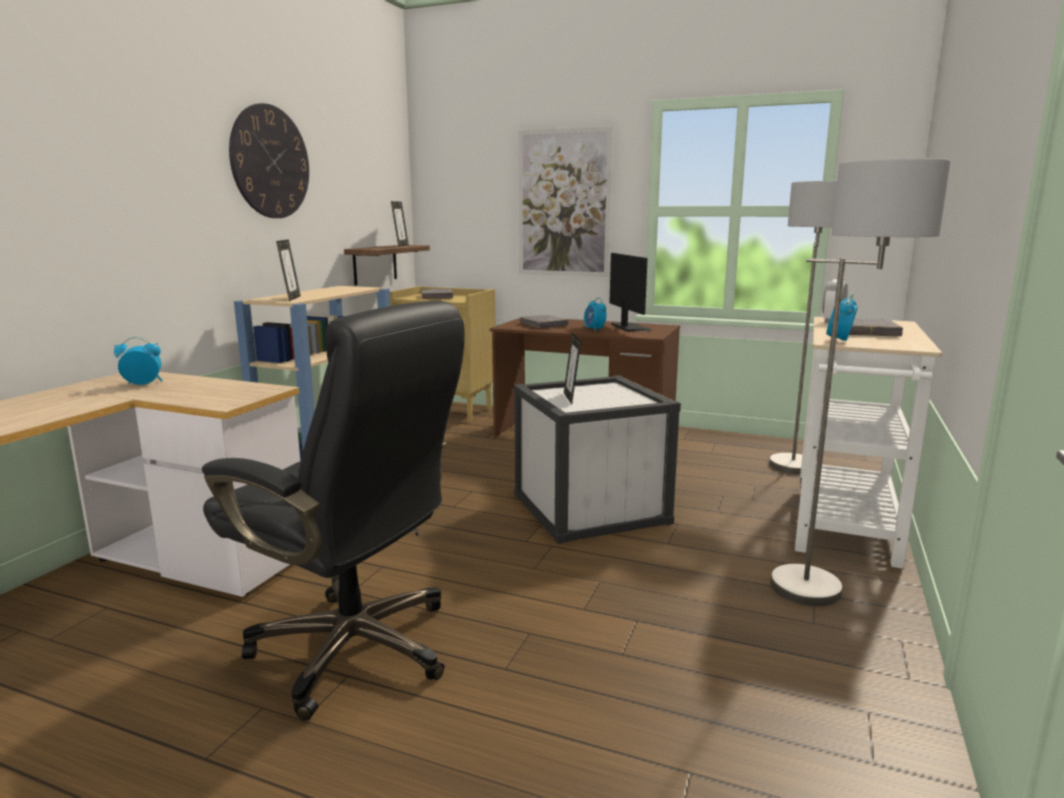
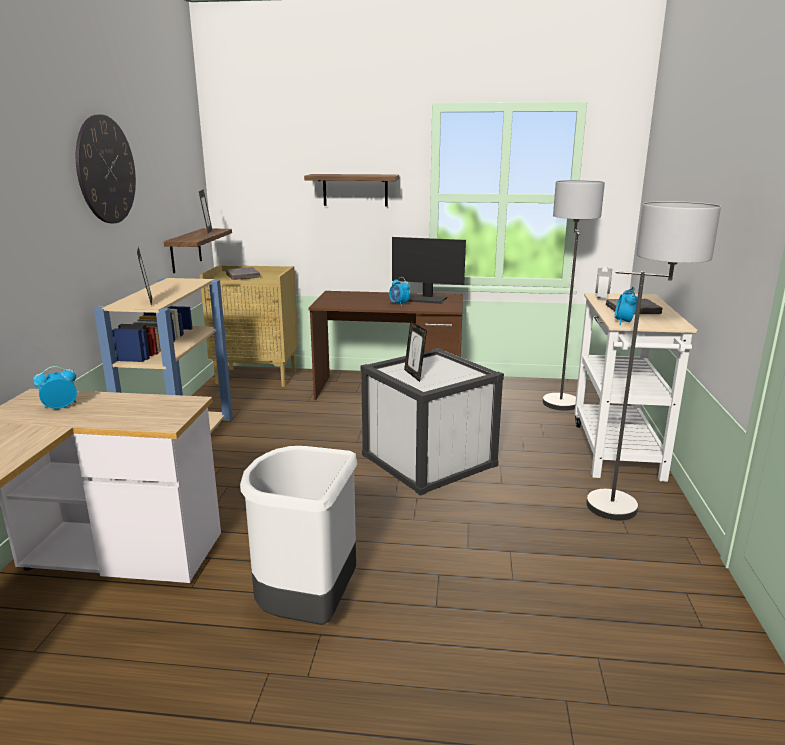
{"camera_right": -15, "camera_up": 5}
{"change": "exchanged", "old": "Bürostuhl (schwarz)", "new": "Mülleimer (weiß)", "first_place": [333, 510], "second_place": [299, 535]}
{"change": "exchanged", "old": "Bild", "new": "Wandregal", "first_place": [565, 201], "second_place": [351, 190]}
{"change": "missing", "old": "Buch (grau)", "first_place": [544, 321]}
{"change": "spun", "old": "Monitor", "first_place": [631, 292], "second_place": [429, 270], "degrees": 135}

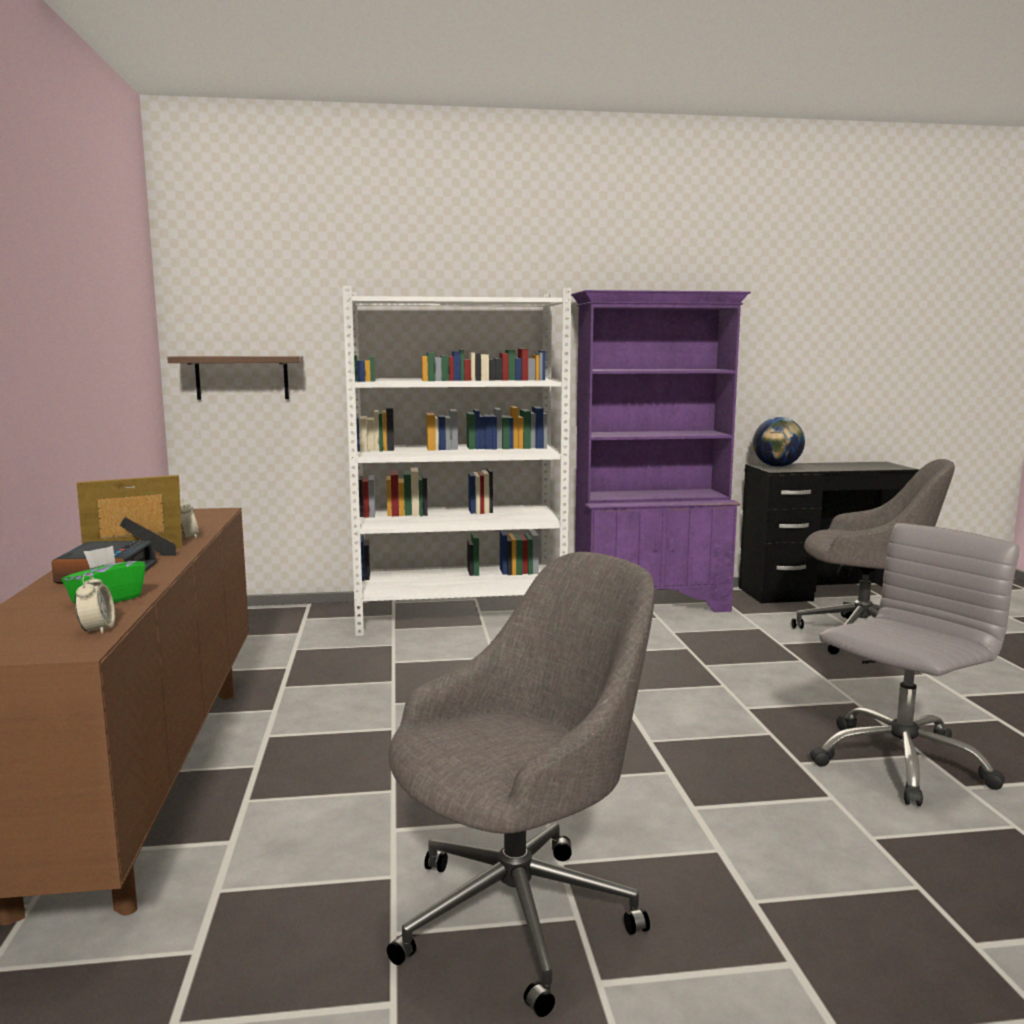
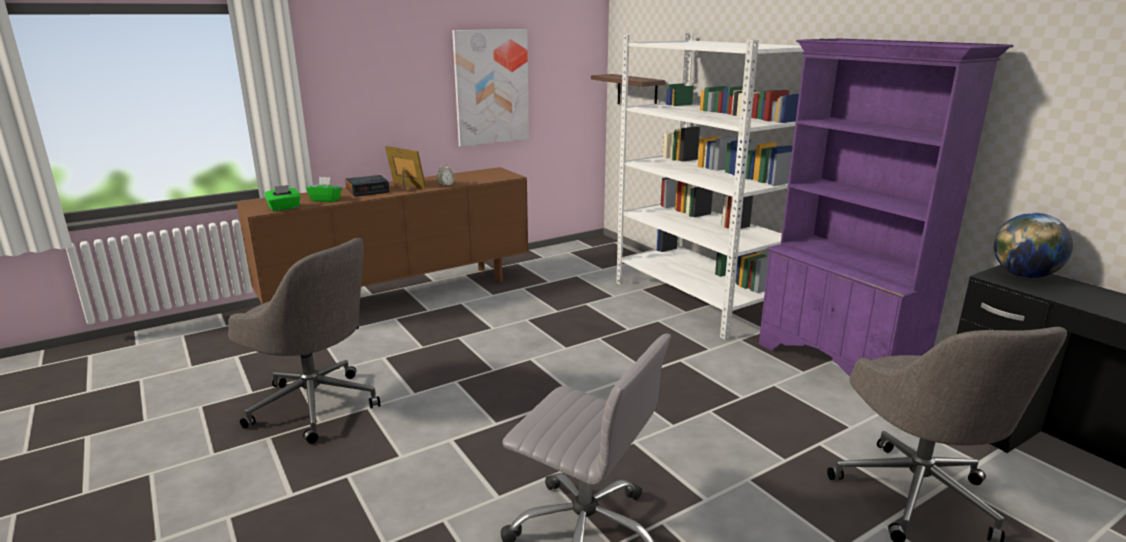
{"camera_right": 65, "camera_up": 10}
{"change": "exchanged", "old": "Wecker", "new": "Taschentuchbox (grün)", "first_place": [95, 603], "second_place": [282, 198]}
{"change": "appeared", "new": "Bild", "second_place": [490, 88]}

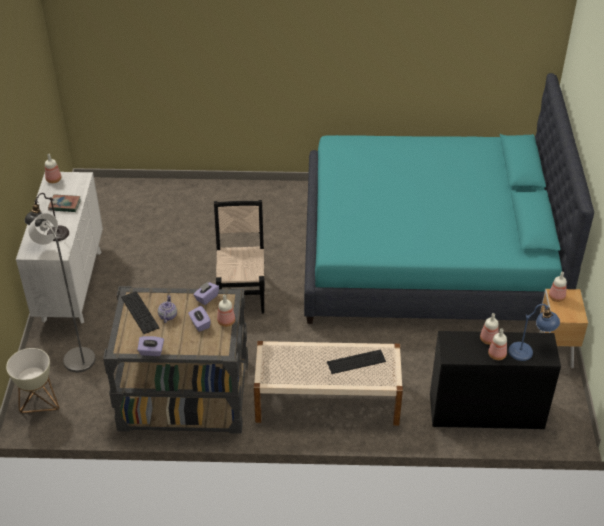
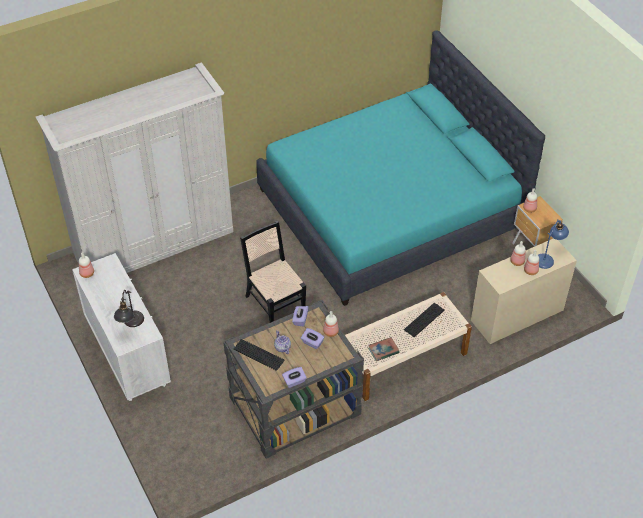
{"camera_right": -30, "camera_up": 5}
{"change": "missing", "old": "Pflanzkübel", "first_place": [32, 380]}
{"change": "missing", "old": "Stehlampe (grau)", "first_place": [61, 292]}
{"change": "relocated", "old": "Buch", "first_place": [64, 203], "second_place": [384, 349]}
{"change": "colour", "old": "Schreibtisch (schwarz)", "new": "Schreibtisch (beige)", "first_place": [495, 380], "second_place": [524, 291]}
{"change": "appeared", "new": "Kleiderschrank (weiß)", "second_place": [134, 167]}

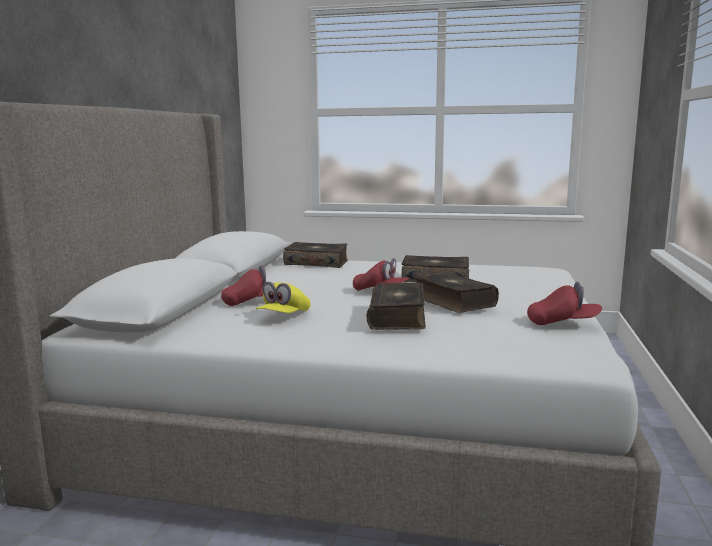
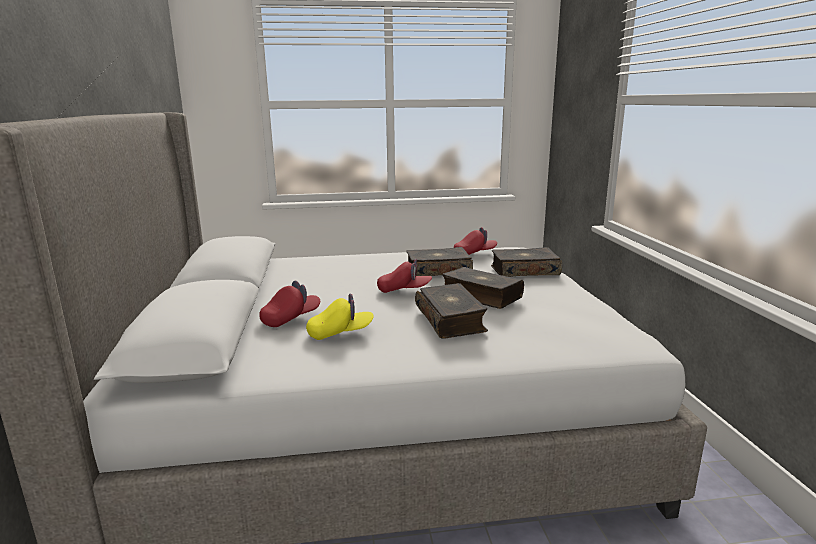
{"camera_right": -20, "camera_up": 5}
{"change": "spun", "old": "Kappe (gelb)", "first_place": [283, 297], "second_place": [339, 317], "degrees": -105}
{"change": "relocated", "old": "Buch", "first_place": [315, 255], "second_place": [526, 262]}
{"change": "relocated", "old": "Kappe (rot)", "first_place": [564, 303], "second_place": [475, 241]}

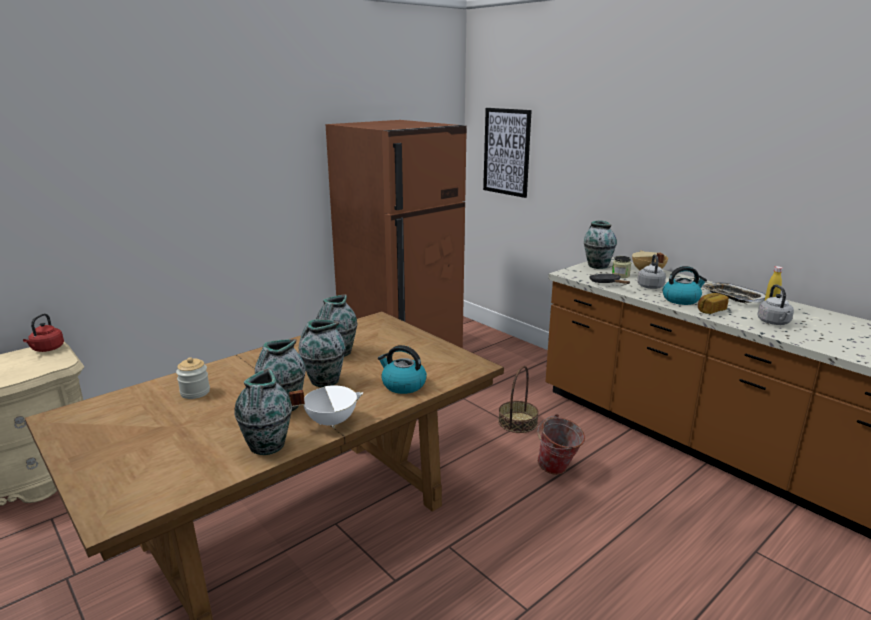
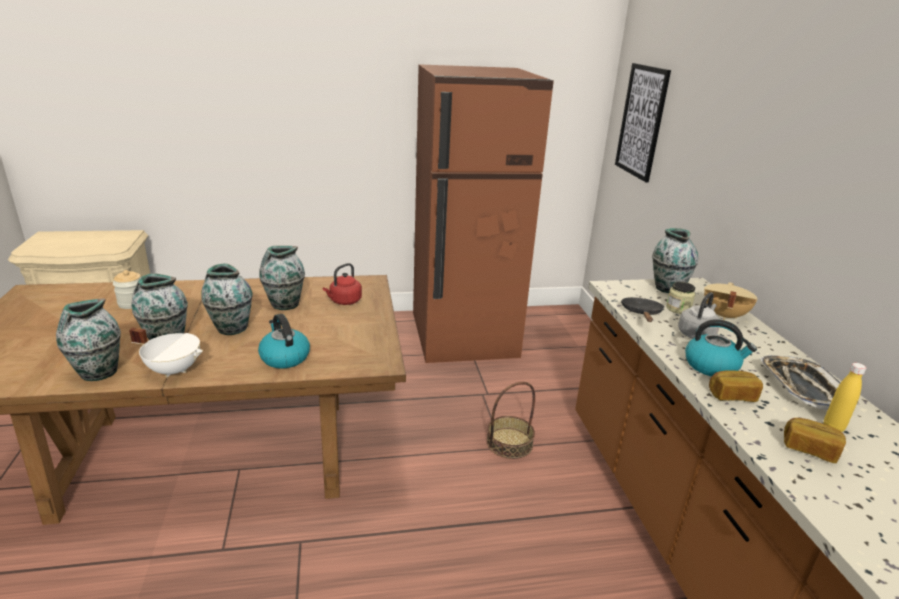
{"camera_right": 30, "camera_up": 5}
{"change": "relocated", "old": "Wasserkessel (rot)", "first_place": [43, 332], "second_place": [342, 284]}
{"change": "missing", "old": "Eimer", "first_place": [561, 444]}
{"change": "exchanged", "old": "Wasserkessel (grau)", "new": "Brot", "first_place": [776, 304], "second_place": [815, 440]}

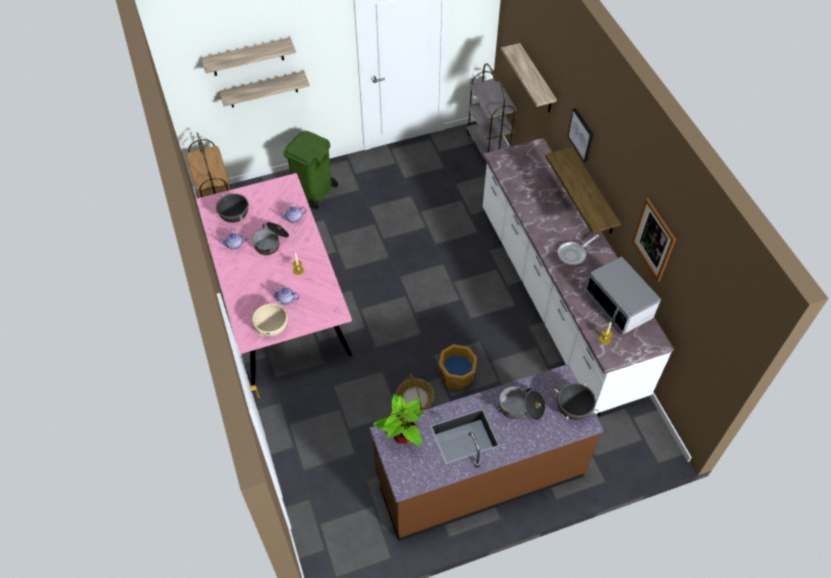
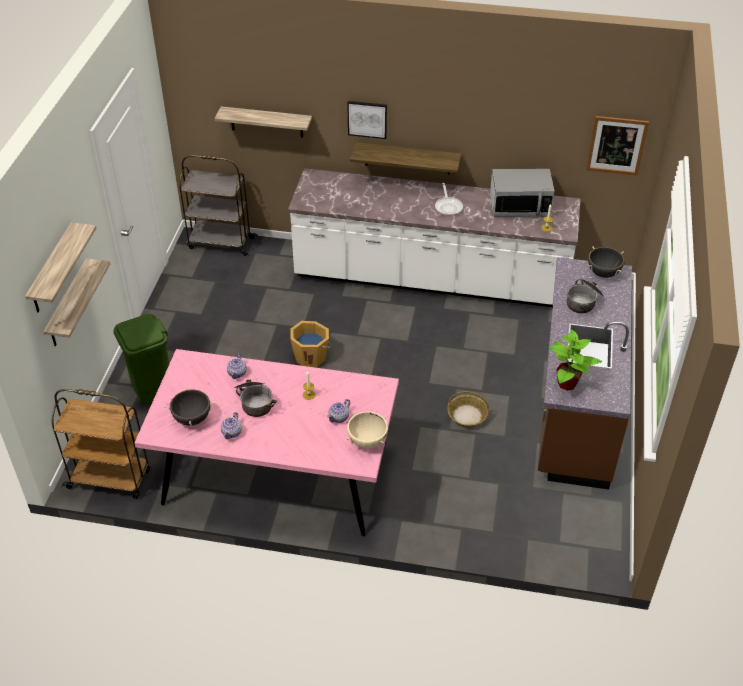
{"camera_right": -60, "camera_up": -10}
{"change": "relocated", "old": "Eimer (orange)", "first_place": [458, 367], "second_place": [311, 344]}
{"change": "relocated", "old": "Bild", "first_place": [654, 240], "second_place": [617, 146]}

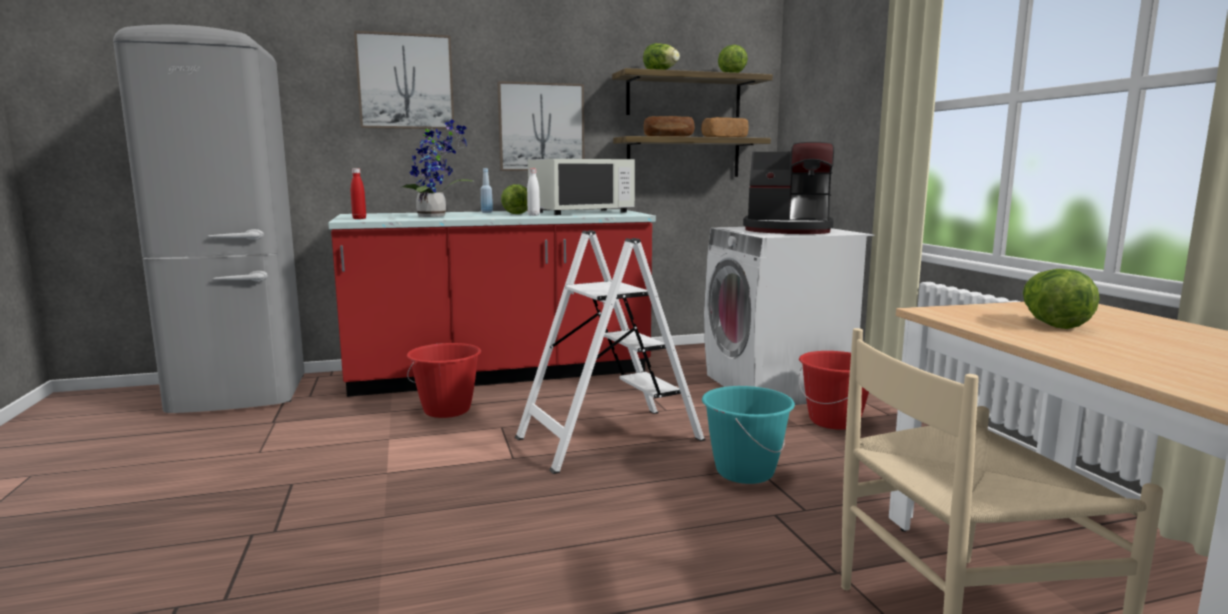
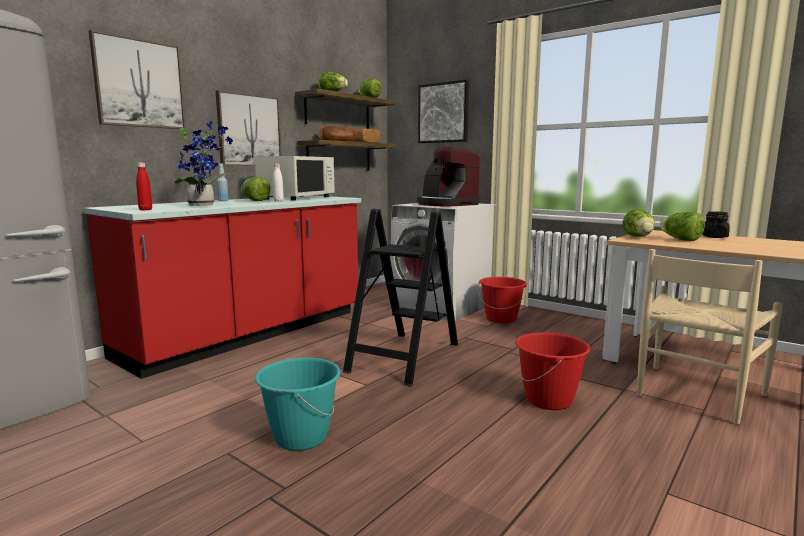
{"camera_right": -35, "camera_up": 0}
{"change": "relocated", "old": "Eimer (rot)", "first_place": [444, 380], "second_place": [553, 371]}
{"change": "colour", "old": "Trittleiter (weiß)", "new": "Trittleiter (schwarz)", "first_place": [610, 352], "second_place": [400, 298]}
{"change": "relocated", "old": "Eimer (türkis)", "first_place": [748, 435], "second_place": [298, 404]}
{"change": "spun", "old": "Kaffeemaschine", "first_place": [788, 188], "second_place": [448, 176], "degrees": 75}
{"change": "appeared", "new": "Bild", "second_place": [443, 111]}
{"change": "appeared", "new": "Salatkopf", "second_place": [639, 223]}
{"change": "appeared", "new": "Vorratsglas (schwarz)", "second_place": [716, 224]}

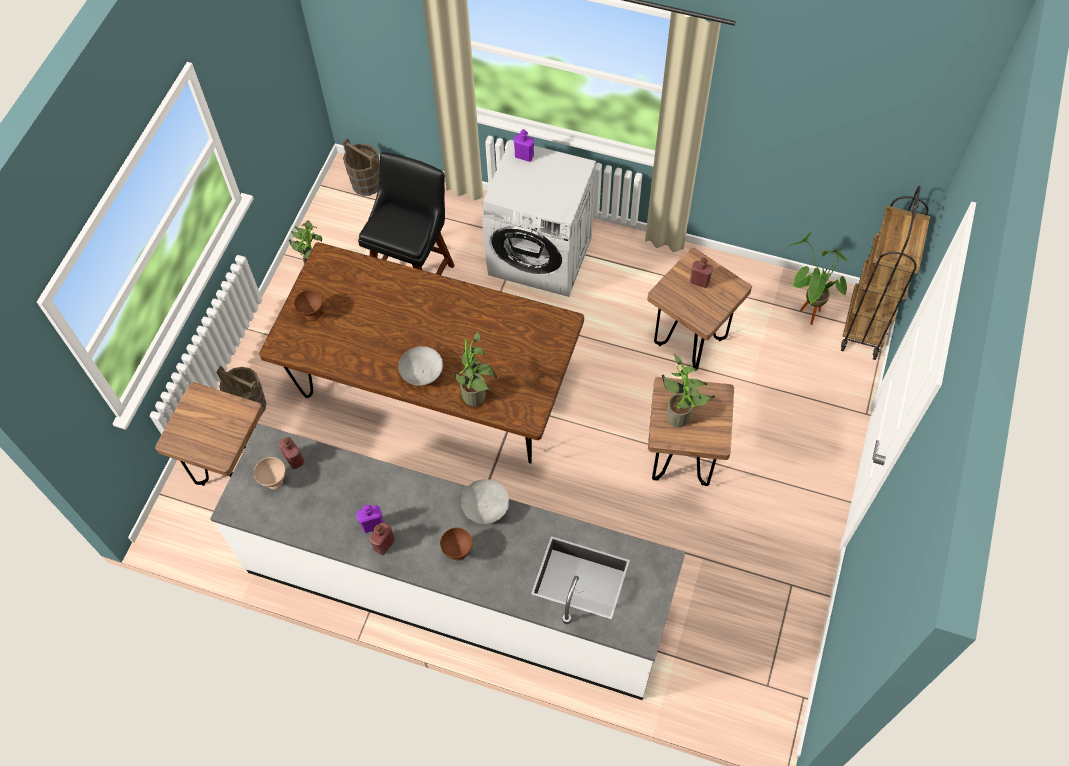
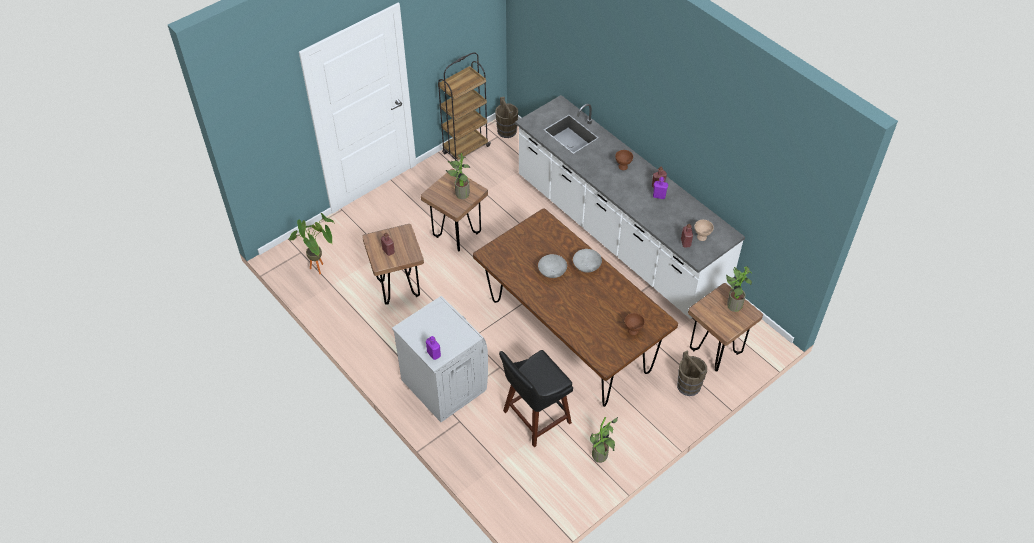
{"camera_right": -150, "camera_up": -10}
{"change": "relocated", "old": "Eimer (braun)", "first_place": [361, 167], "second_place": [506, 117]}
{"change": "relocated", "old": "Topfpflanze", "first_place": [476, 368], "second_place": [739, 289]}
{"change": "relocated", "old": "Schüssel (grau)", "first_place": [485, 501], "second_place": [552, 266]}
{"change": "relocated", "old": "Rollwagen (braun)", "first_place": [885, 273], "second_place": [465, 107]}

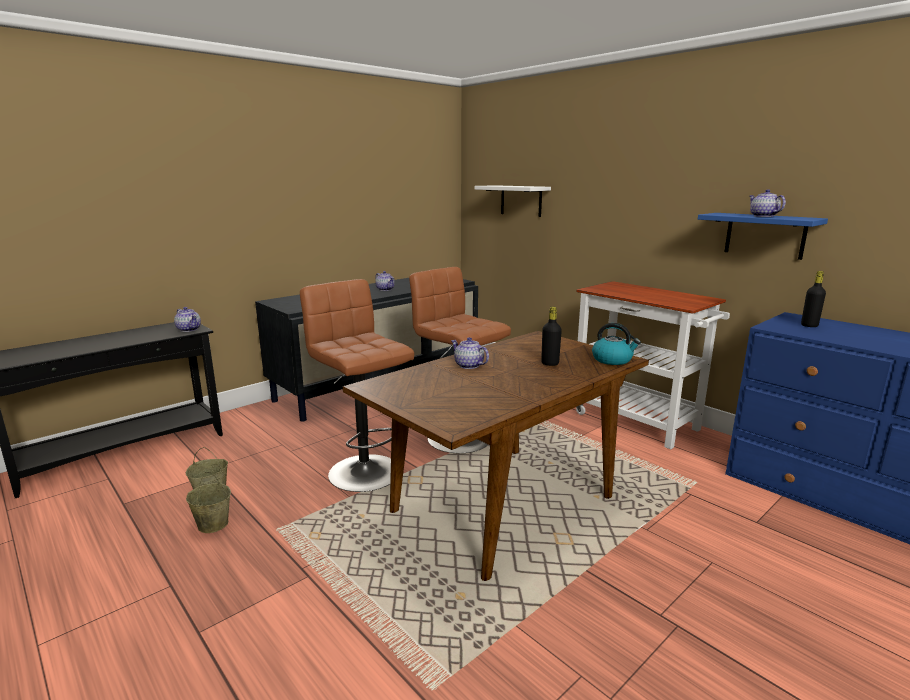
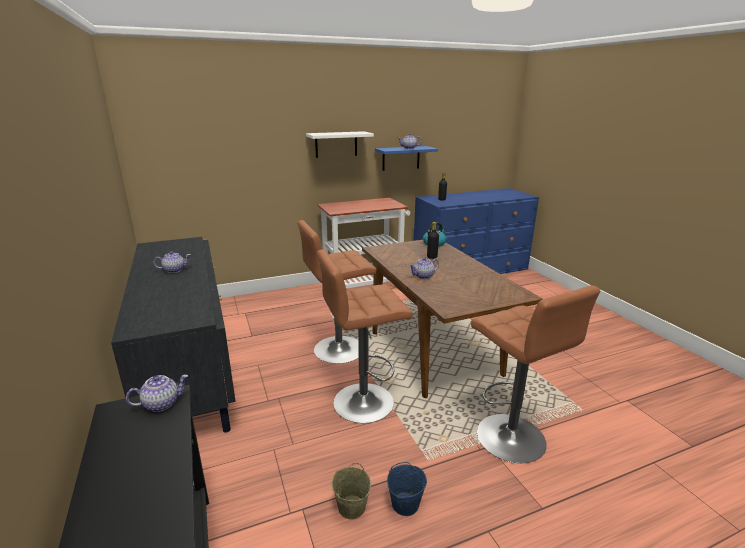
{"camera_right": -70, "camera_up": 5}
{"change": "colour", "old": "Eimer (beige)", "new": "Eimer (blau)", "first_place": [208, 502], "second_place": [407, 489]}
{"change": "relocated", "old": "Wandregal (weiß)", "first_place": [512, 201], "second_place": [340, 144]}
{"change": "appeared", "new": "Hocker (braun)", "second_place": [535, 374]}

